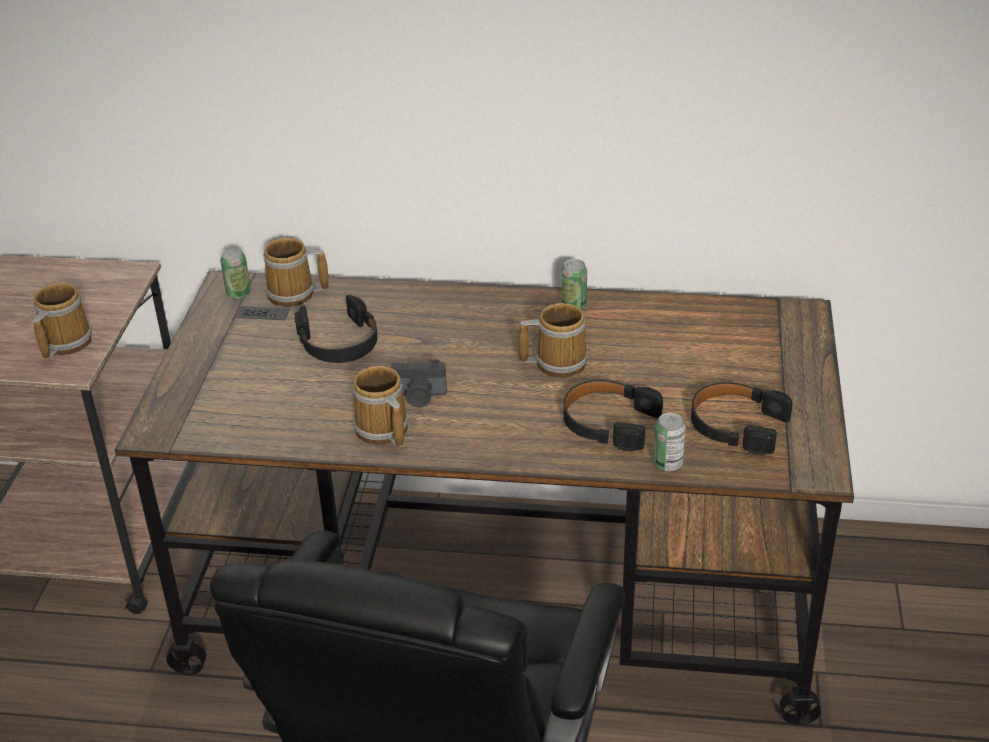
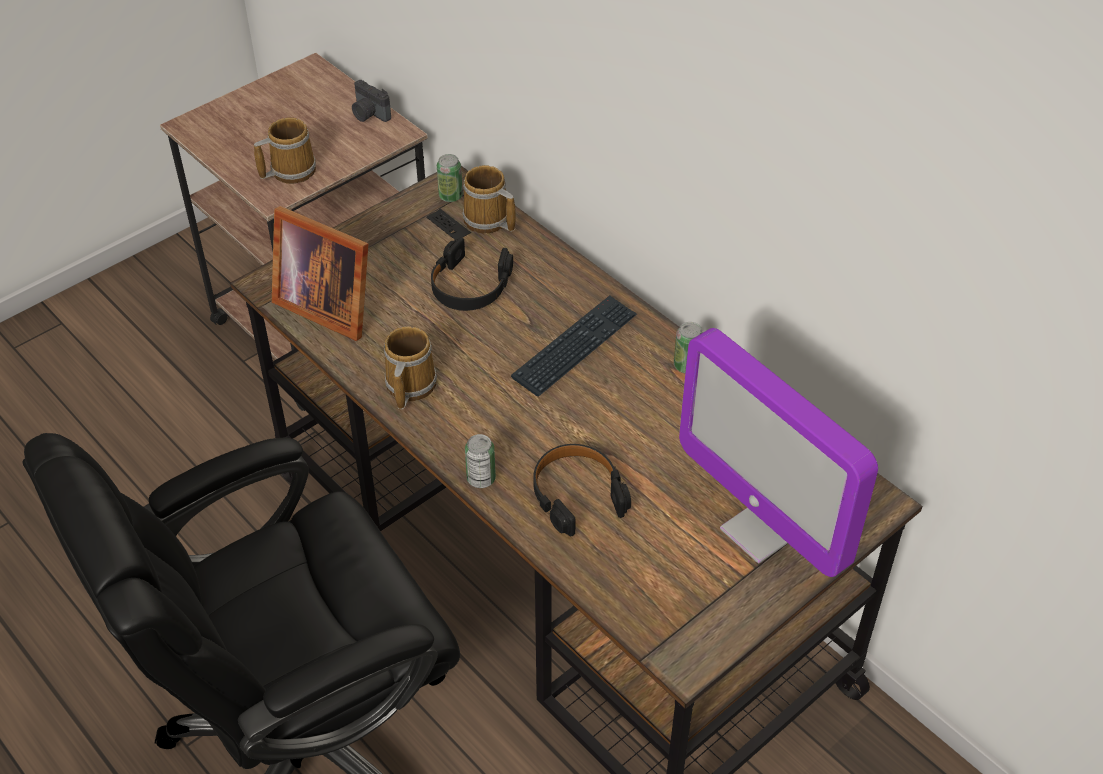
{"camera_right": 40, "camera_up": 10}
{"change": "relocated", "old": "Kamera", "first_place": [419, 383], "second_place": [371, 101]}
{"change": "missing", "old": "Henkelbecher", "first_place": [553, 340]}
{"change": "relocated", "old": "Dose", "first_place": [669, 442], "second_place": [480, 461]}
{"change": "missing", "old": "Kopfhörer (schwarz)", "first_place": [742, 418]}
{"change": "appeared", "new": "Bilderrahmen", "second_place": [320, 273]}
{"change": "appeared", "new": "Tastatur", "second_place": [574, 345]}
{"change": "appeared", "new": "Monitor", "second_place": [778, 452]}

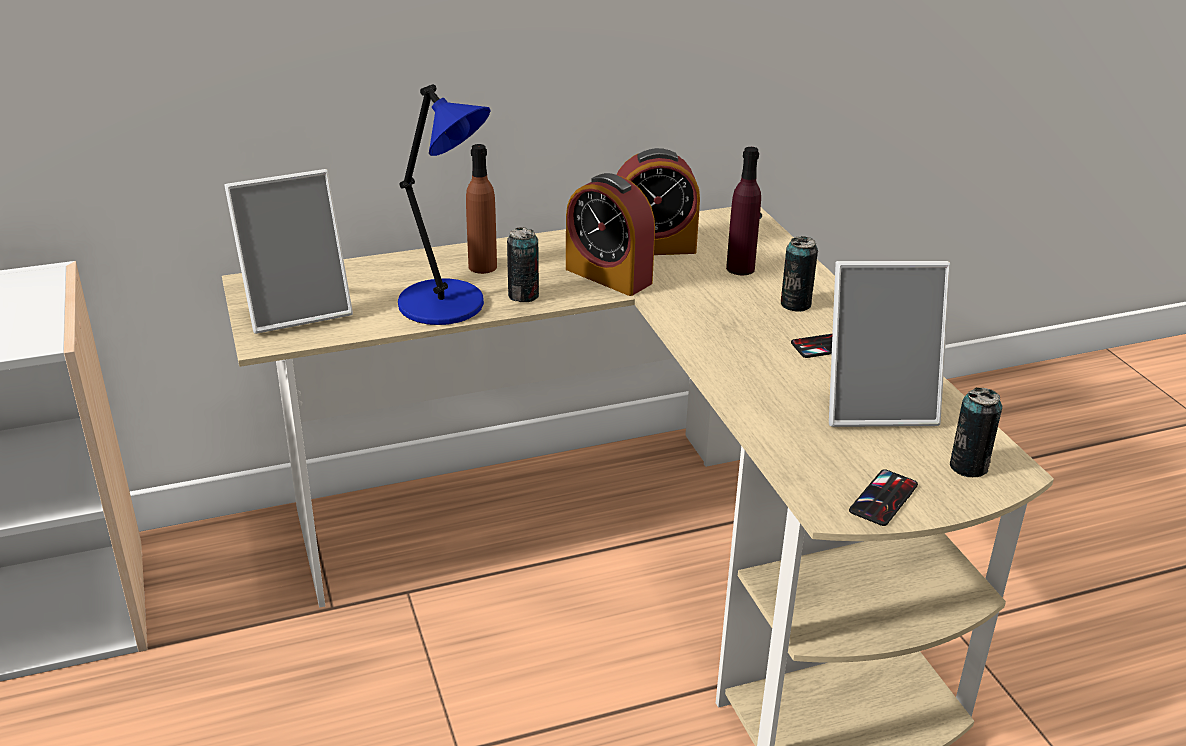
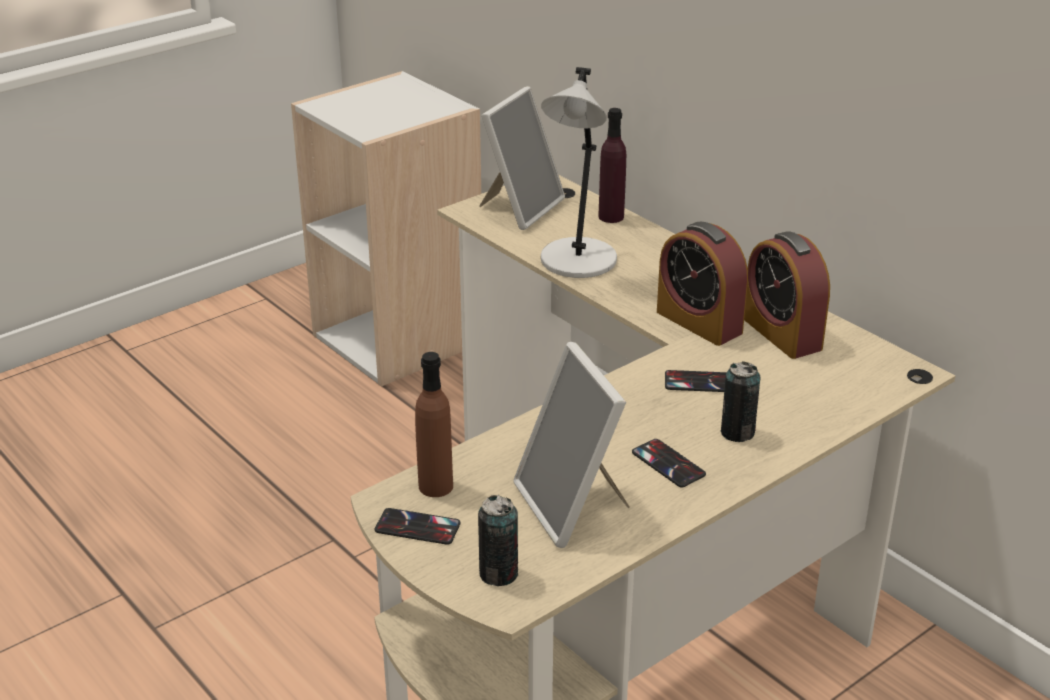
{"camera_right": 70, "camera_up": 0}
{"change": "spun", "old": "Bilderrahmen", "first_place": [288, 251], "second_place": [522, 158], "degrees": -105}
{"change": "colour", "old": "Tischlampe (blau)", "new": "Tischlampe (grau)", "first_place": [444, 204], "second_place": [579, 172]}
{"change": "relocated", "old": "Flasche (braun)", "first_place": [481, 209], "second_place": [434, 424]}
{"change": "missing", "old": "Dose", "first_place": [523, 264]}
{"change": "spun", "old": "Wecker", "first_place": [610, 234], "second_place": [702, 284], "degrees": -60}
{"change": "relocated", "old": "Flasche (lila)", "first_place": [743, 211], "second_place": [612, 165]}
{"change": "appeared", "new": "Handy", "second_place": [696, 381]}

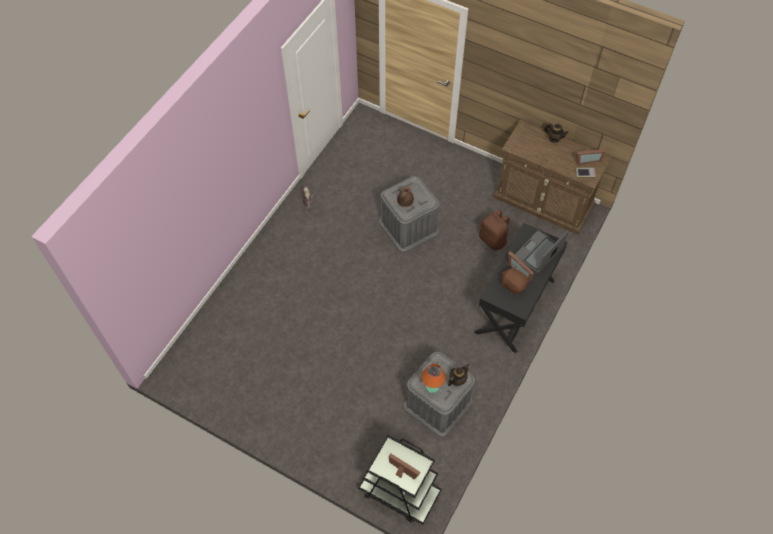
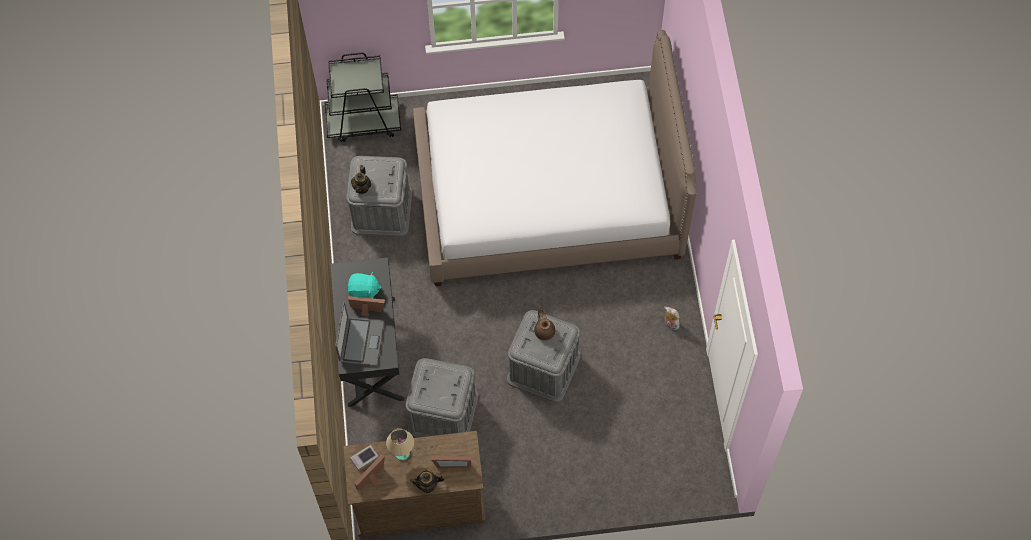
{"camera_right": 145, "camera_up": 5}
{"change": "relocated", "old": "Bilderrahmen", "first_place": [405, 466], "second_place": [451, 462]}
{"change": "missing", "old": "Tischlampe (orange)", "first_place": [434, 378]}
{"change": "exchanged", "old": "Rucksack (braun)", "new": "Aufbewahrungsbox (grau)", "first_place": [494, 229], "second_place": [442, 398]}
{"change": "colour", "old": "Plüschtier (braun)", "new": "Plüschtier (türkis)", "first_place": [515, 280], "second_place": [364, 285]}
{"change": "appeared", "new": "Tischlampe (beige)", "second_place": [400, 444]}
{"change": "appeared", "new": "Bett", "second_place": [554, 158]}

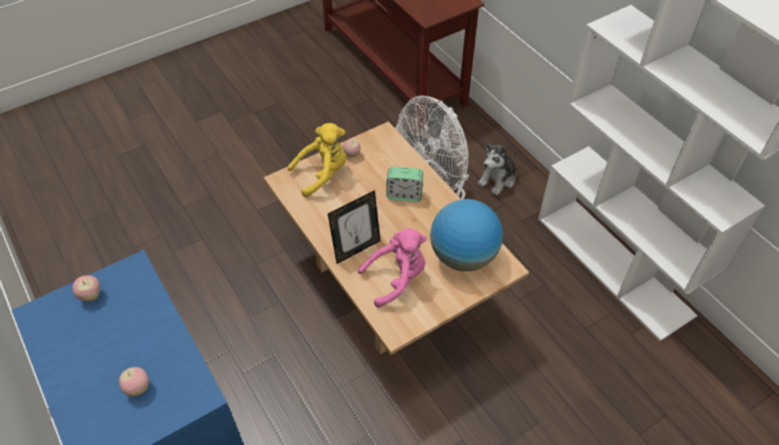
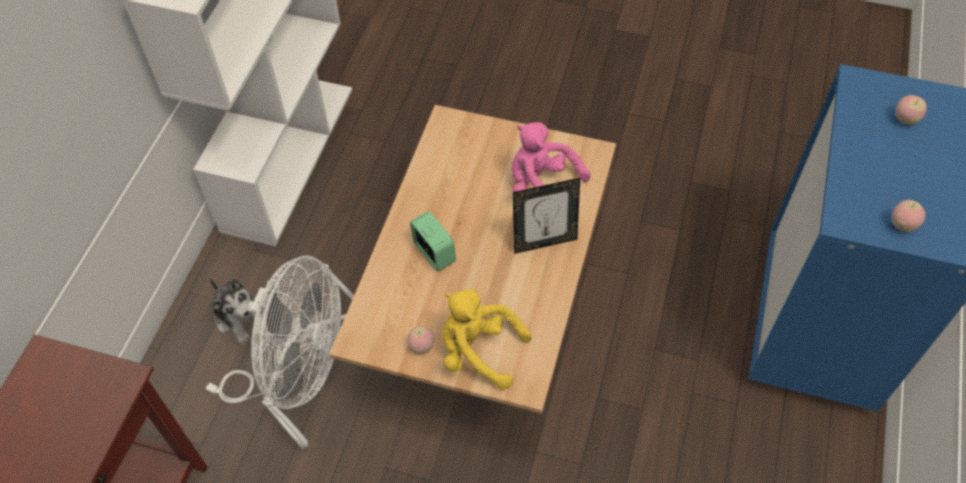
{"camera_right": -130, "camera_up": 5}
{"change": "spun", "old": "Bilderrahmen", "first_place": [354, 227], "second_place": [546, 216], "degrees": 150}
{"change": "missing", "old": "Globus", "first_place": [466, 235]}
{"change": "spun", "old": "Plüschtier", "first_place": [497, 168], "second_place": [238, 311], "degrees": 45}

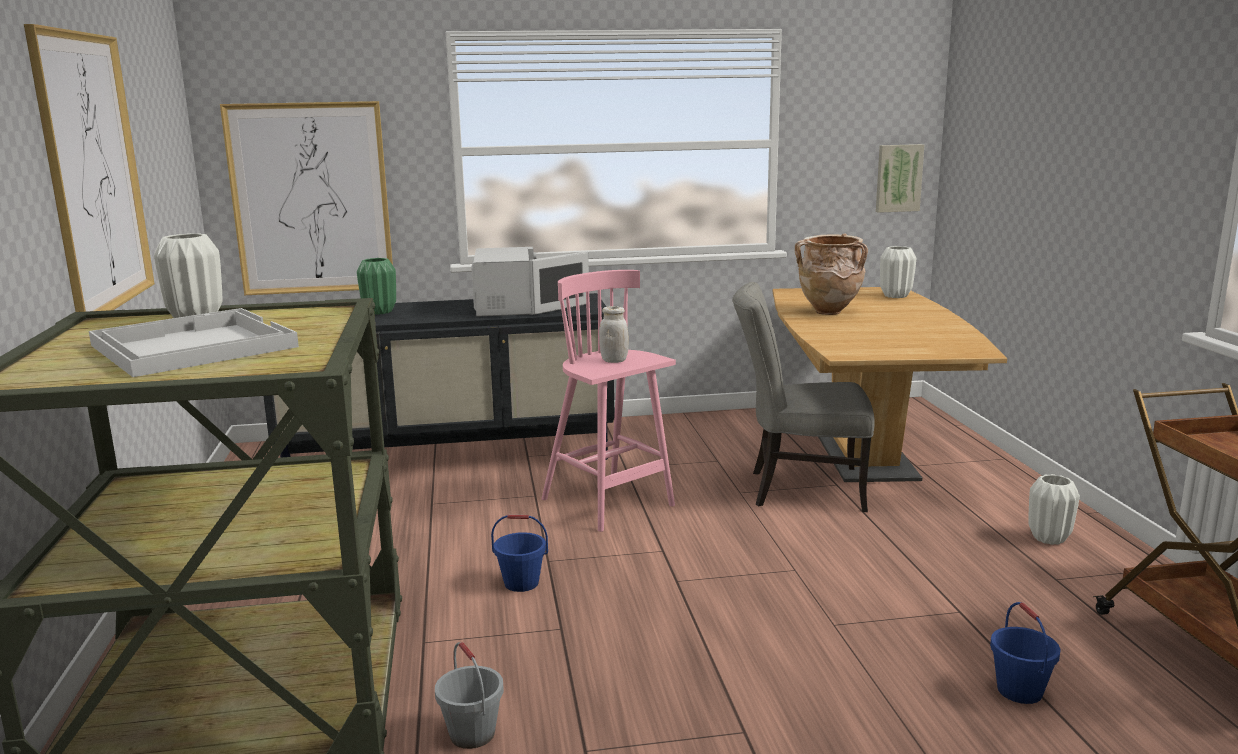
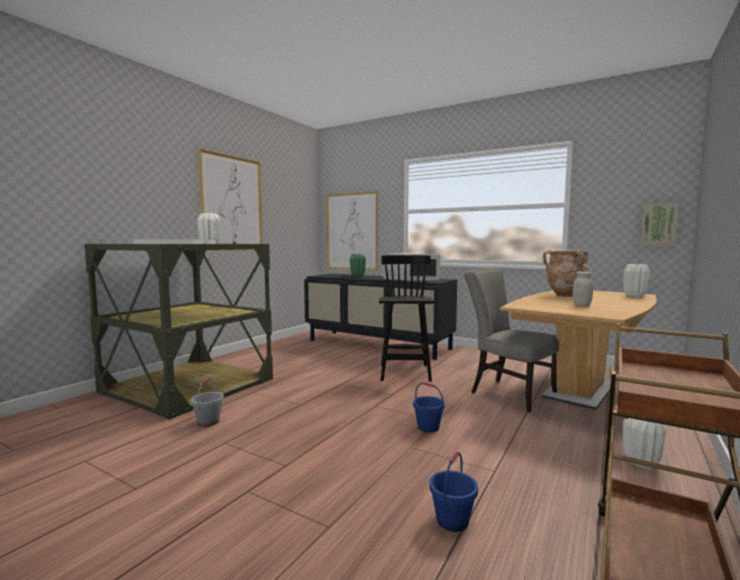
{"camera_right": 40, "camera_up": -10}
{"change": "relocated", "old": "Eimer (blau)", "first_place": [519, 553], "second_place": [429, 407]}
{"change": "colour", "old": "Hocker (rosa)", "new": "Hocker (schwarz)", "first_place": [608, 401], "second_place": [407, 318]}
{"change": "relocated", "old": "Vorratsglas (weiß)", "first_place": [614, 334], "second_place": [583, 288]}

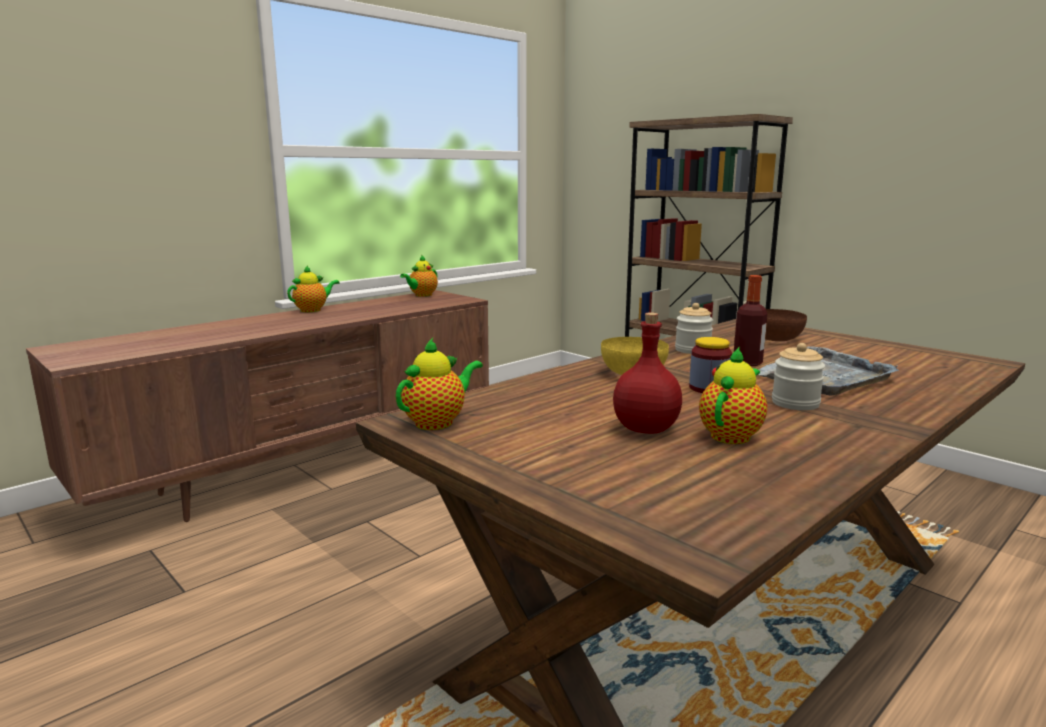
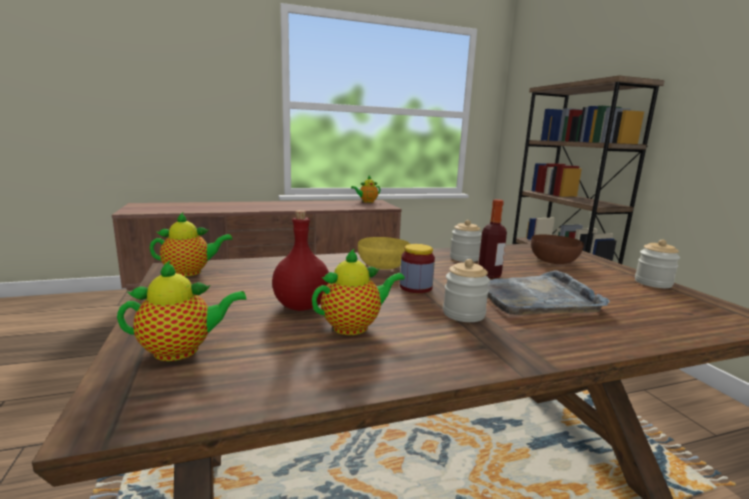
{"camera_right": 25, "camera_up": 0}
{"change": "relocated", "old": "Teekanne", "first_place": [313, 288], "second_place": [181, 311]}
{"change": "appeared", "new": "Vorratsglas", "second_place": [657, 264]}

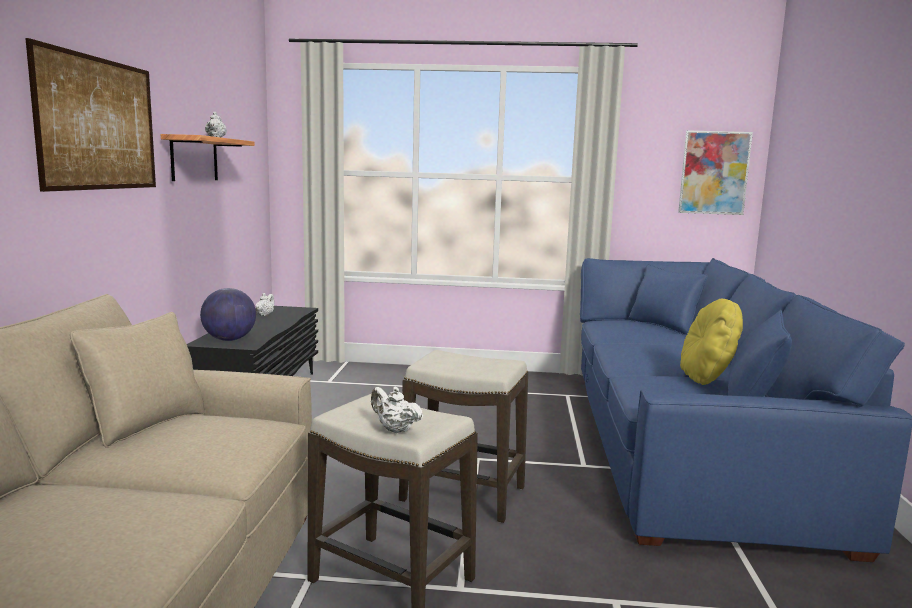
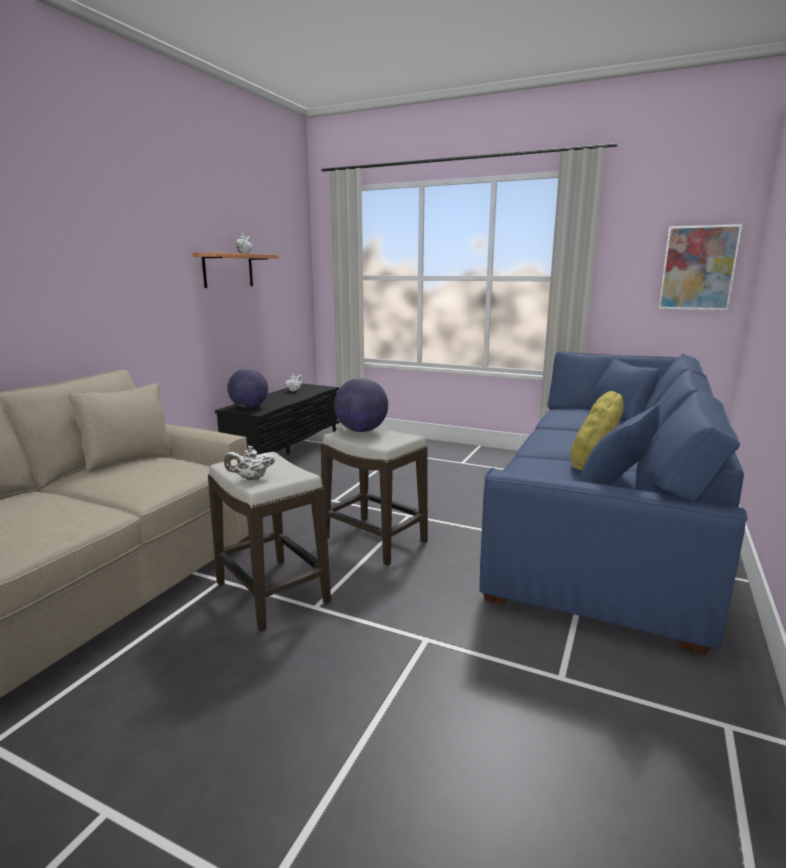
{"camera_right": 20, "camera_up": 5}
{"change": "missing", "old": "Bild", "first_place": [90, 115]}
{"change": "spun", "old": "Teekanne (weiß)", "first_place": [397, 410], "second_place": [249, 463], "degrees": -75}
{"change": "appeared", "new": "Globus", "second_place": [361, 405]}

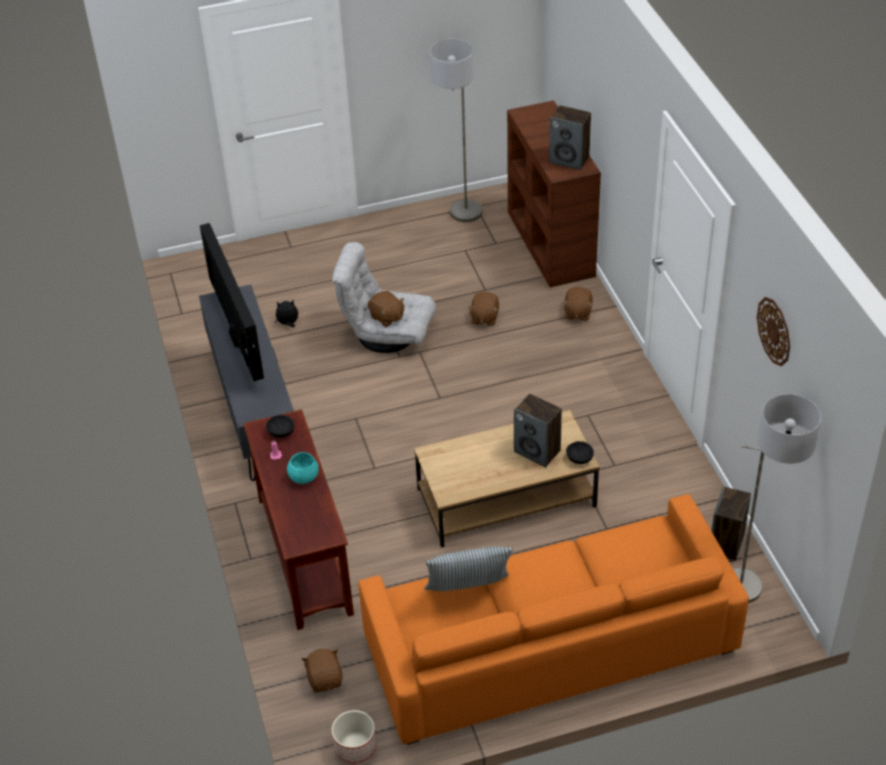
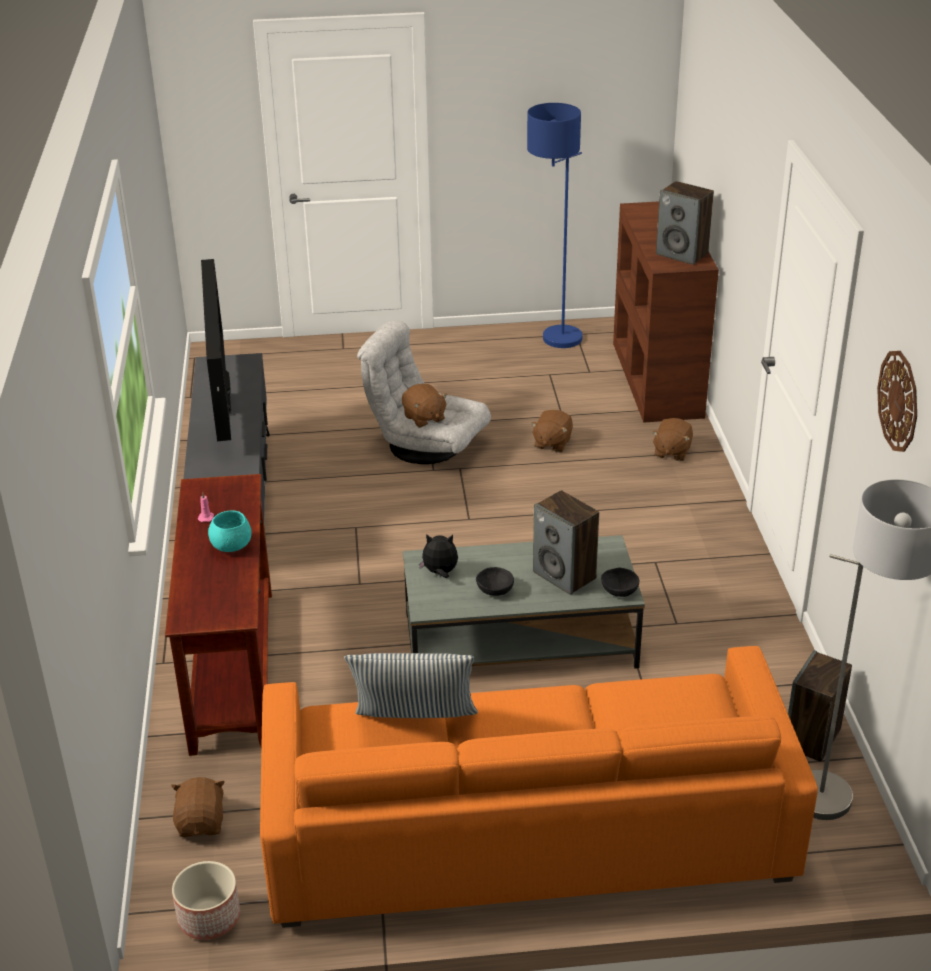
{"camera_right": 10, "camera_up": -10}
{"change": "relocated", "old": "Schüssel (schwarz)", "first_place": [280, 426], "second_place": [495, 581]}
{"change": "relocated", "old": "Plüschtier", "first_place": [286, 313], "second_place": [438, 556]}
{"change": "colour", "old": "Couchtisch (braun)", "new": "Couchtisch (grau)", "first_place": [507, 478], "second_place": [524, 602]}
{"change": "colour", "old": "Stehlampe (grau)", "new": "Stehlampe (blau)", "first_place": [456, 130], "second_place": [555, 225]}

